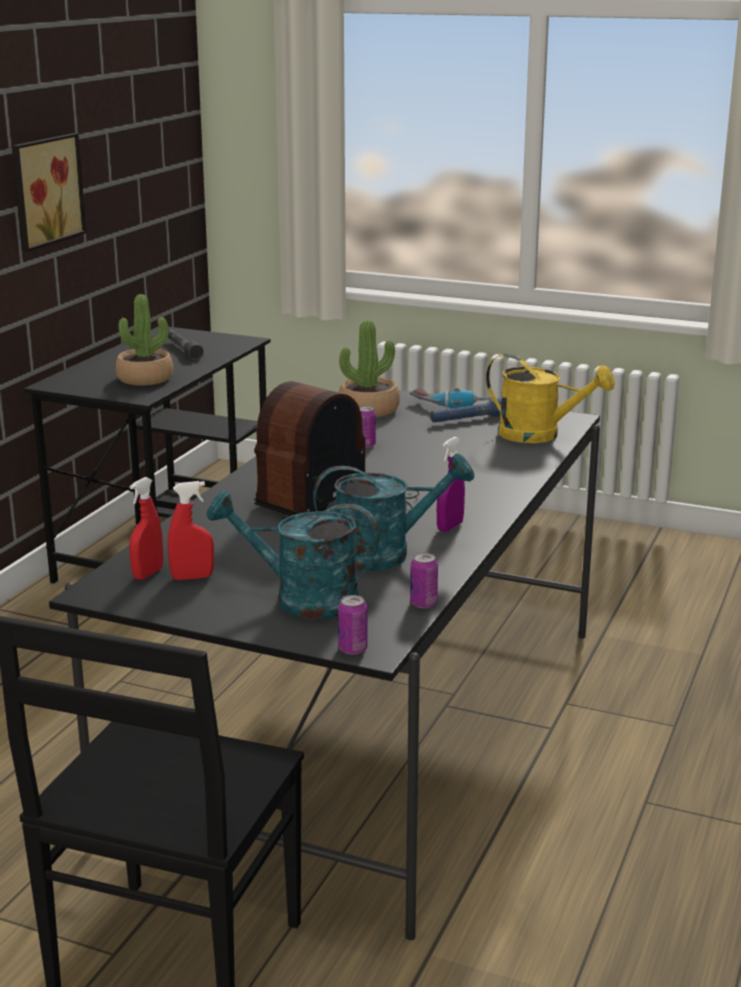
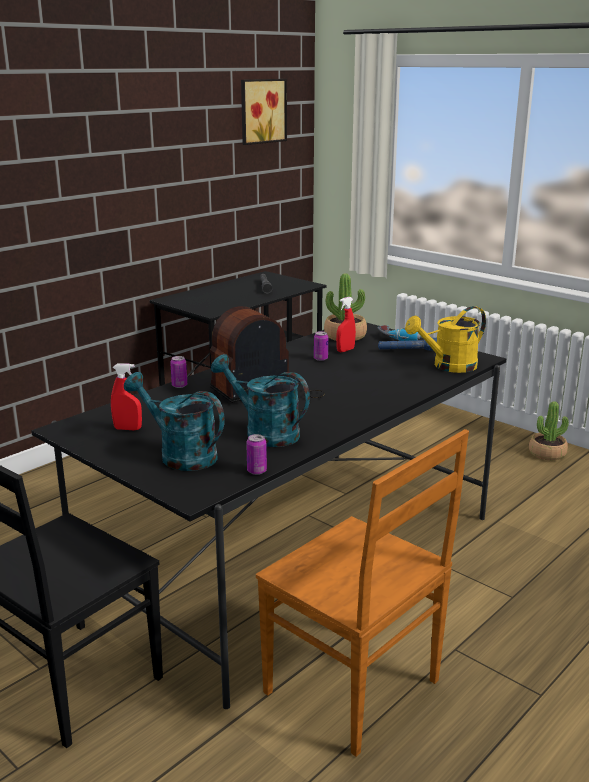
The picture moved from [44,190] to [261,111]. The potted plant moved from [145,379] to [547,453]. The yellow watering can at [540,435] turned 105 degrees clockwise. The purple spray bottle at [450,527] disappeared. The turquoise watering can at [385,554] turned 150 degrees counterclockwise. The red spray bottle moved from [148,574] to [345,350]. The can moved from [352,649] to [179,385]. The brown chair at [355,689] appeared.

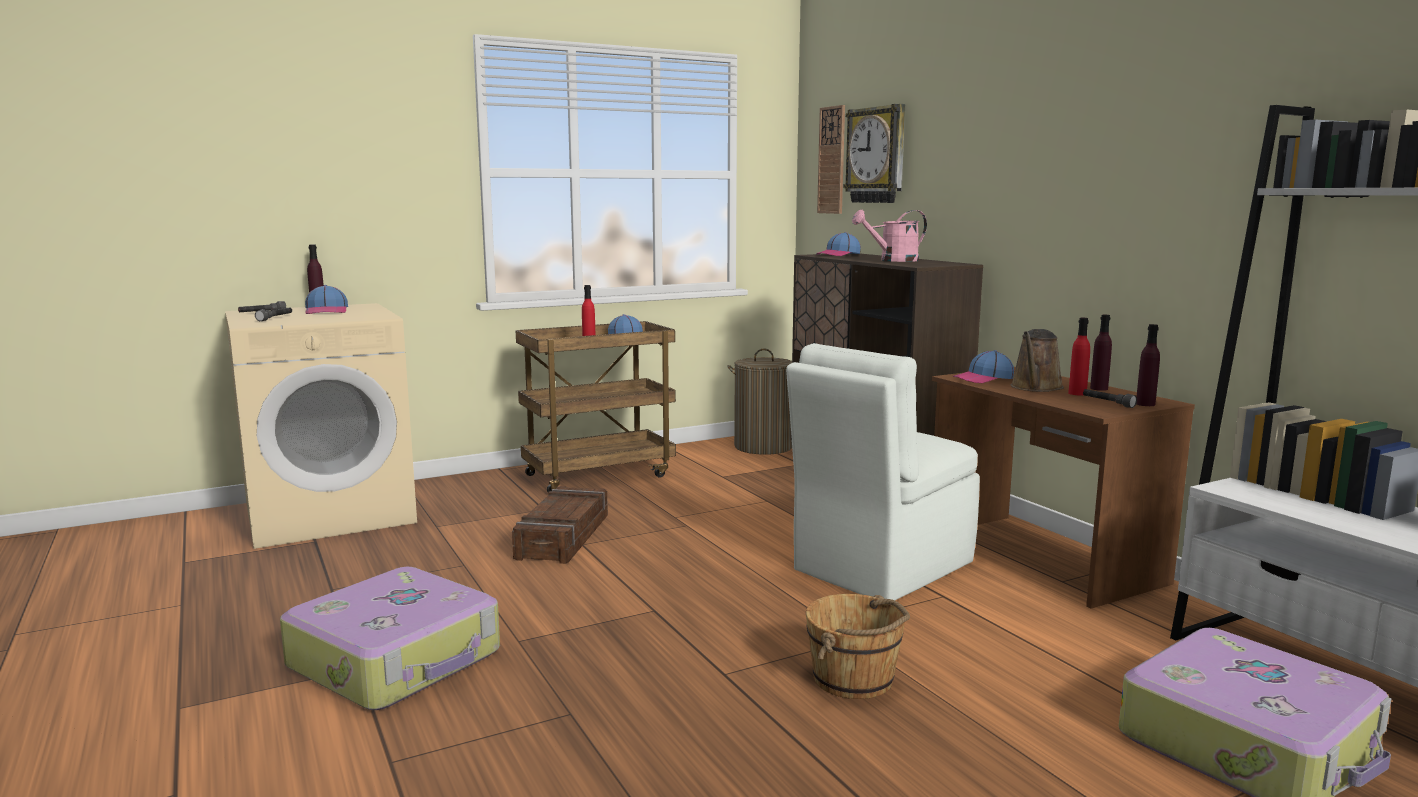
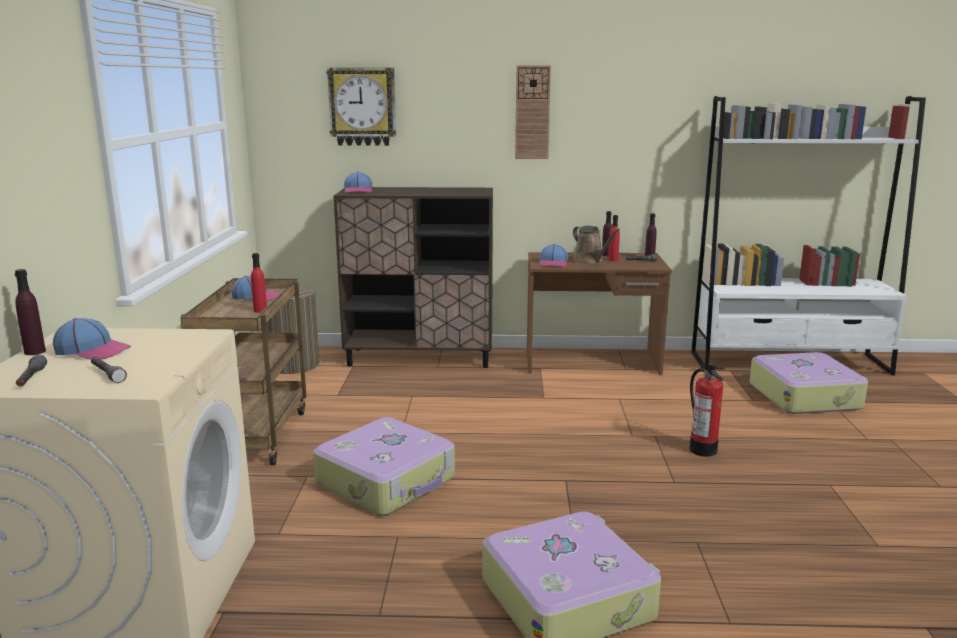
The wall clock moved from [832,160] to [532,112]. The pink watering can at [892,260] disappeared. The white chair at [880,567] disappeared. The crate at [564,537] was replaced by the suitcase at [387,481]. The brown bucket at [854,679] was replaced by the fire extinguisher at [703,450].

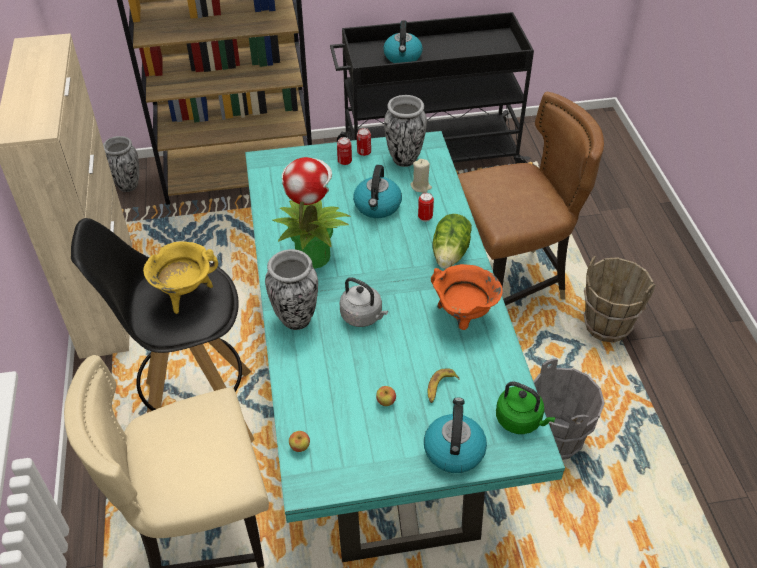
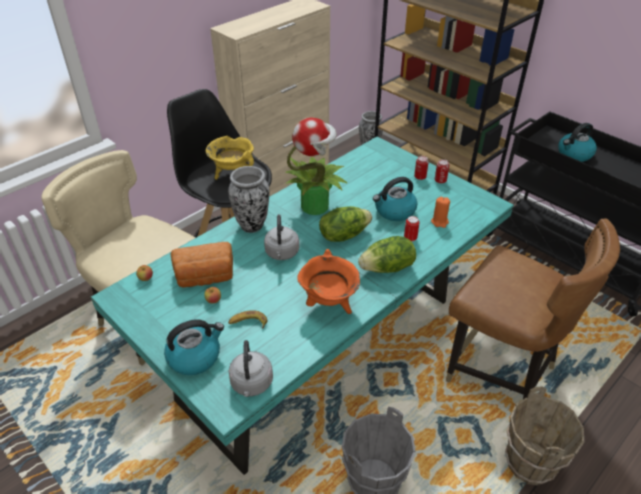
The vase at [404,159] disappeared. The beige candle at [421,186] became the orange candle at [439,222]. The green kettle at [520,420] became the grey kettle at [251,384]. The lettuce at [343,235] appeared. The bread at [205,277] appeared.

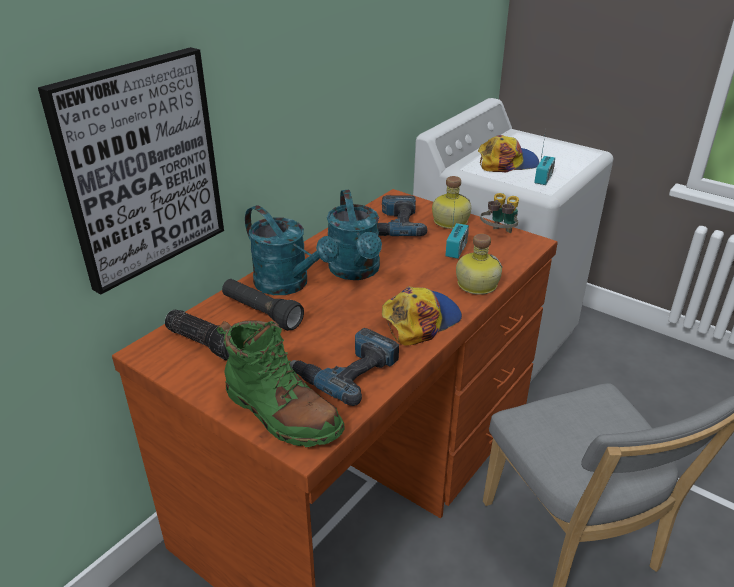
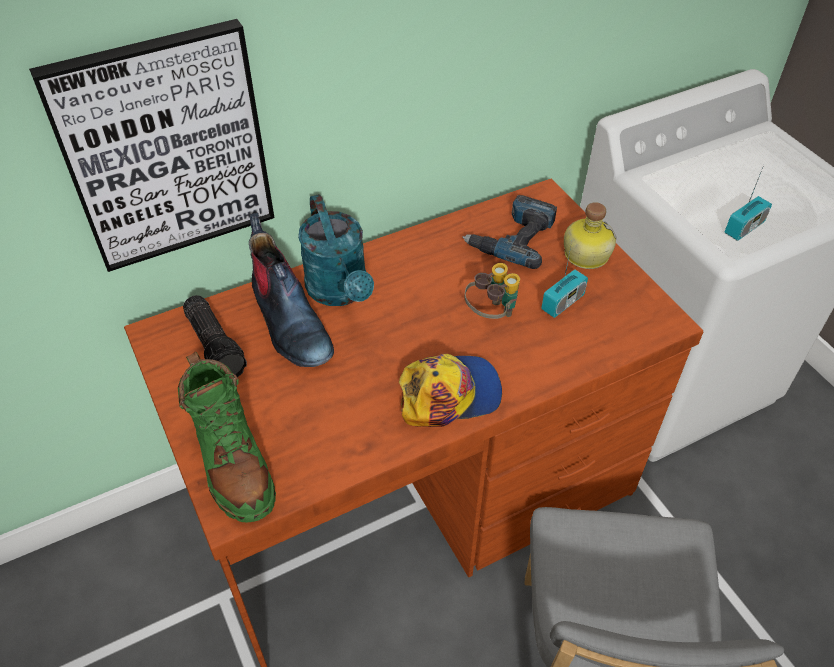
The cap at [507,163] disappeared. The turquoise watering can at [356,272] disappeared. The binoculars moved from [499,234] to [491,315]. The bottle at [475,284] disappeared. The black flashlight at [261,313] was replaced by the boot at [289,323]. The power drill at [347,371] disappeared.

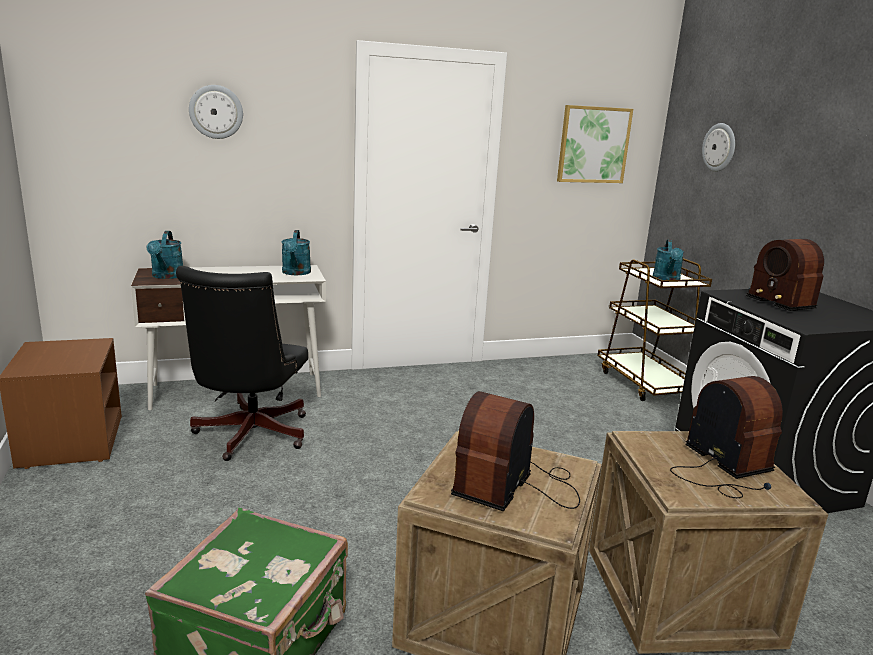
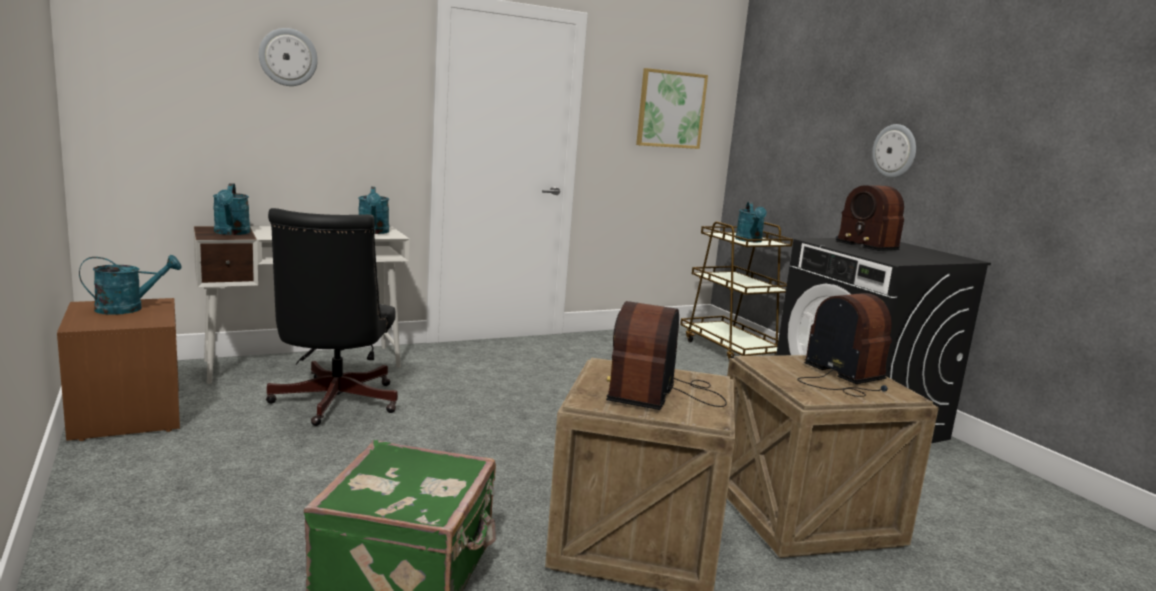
The wall clock moved from [719,147] to [895,151]. The turquoise watering can at [128,308] appeared.

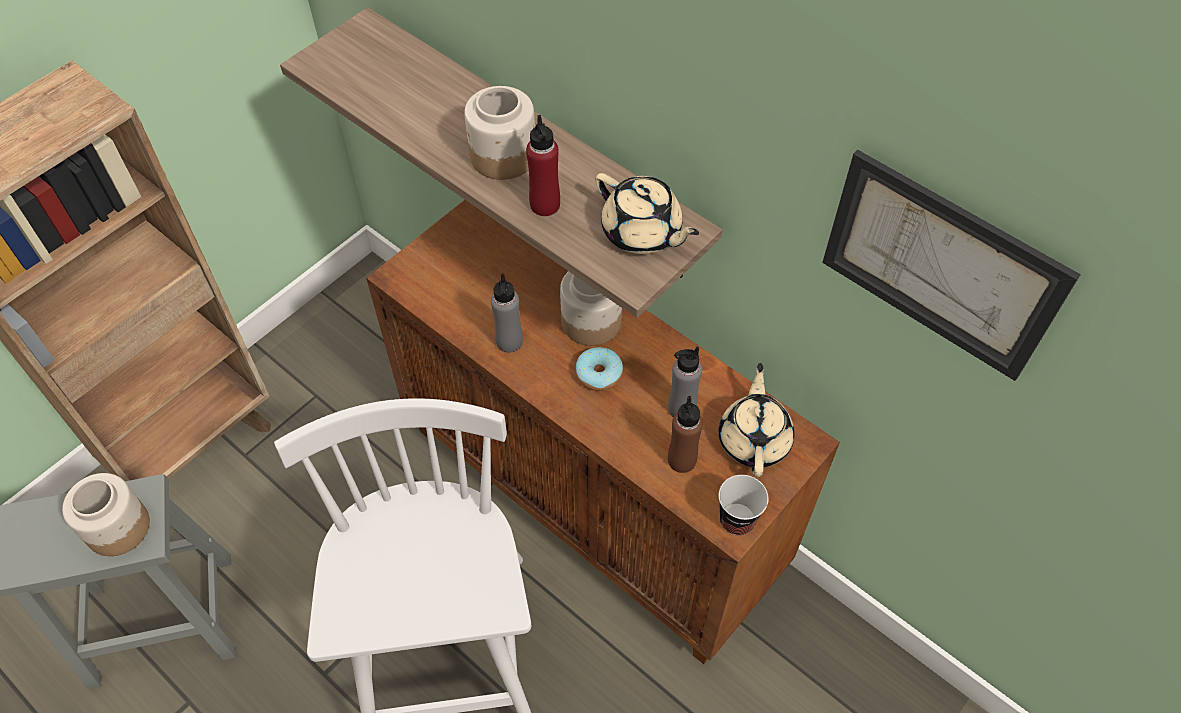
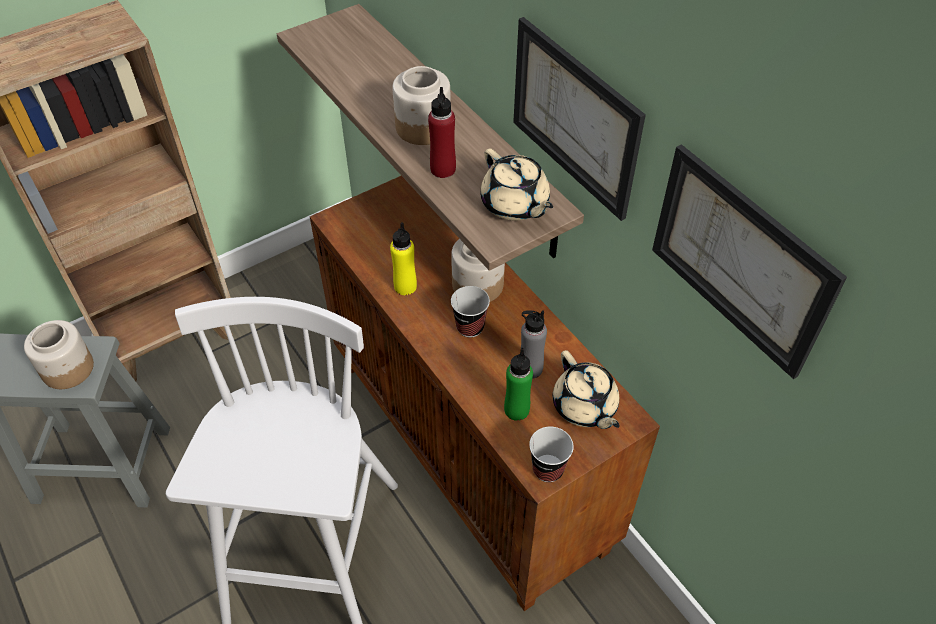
The grey bottle at [509,341] became the yellow bottle at [405,287]. The donut at [599,374] was replaced by the cup at [470,327]. The beige teapot at [754,439] turned 135 degrees clockwise. The brown bottle at [682,460] became the green bottle at [516,410]. The picture at [575,117] appeared.

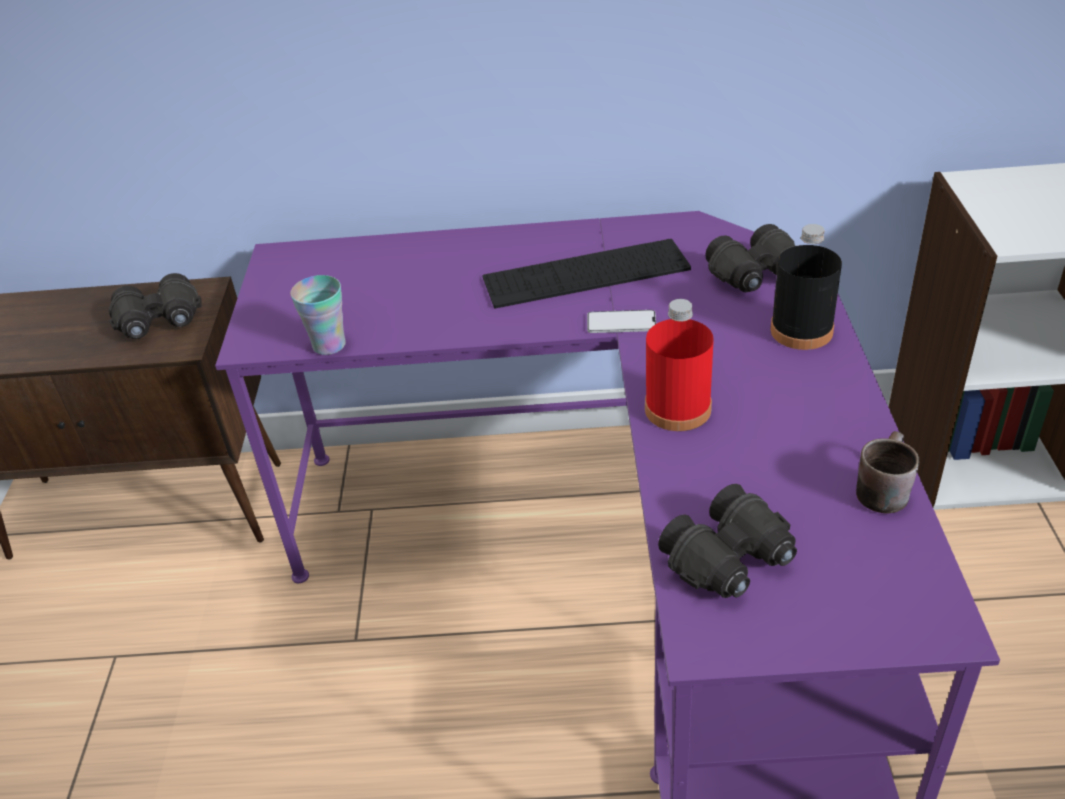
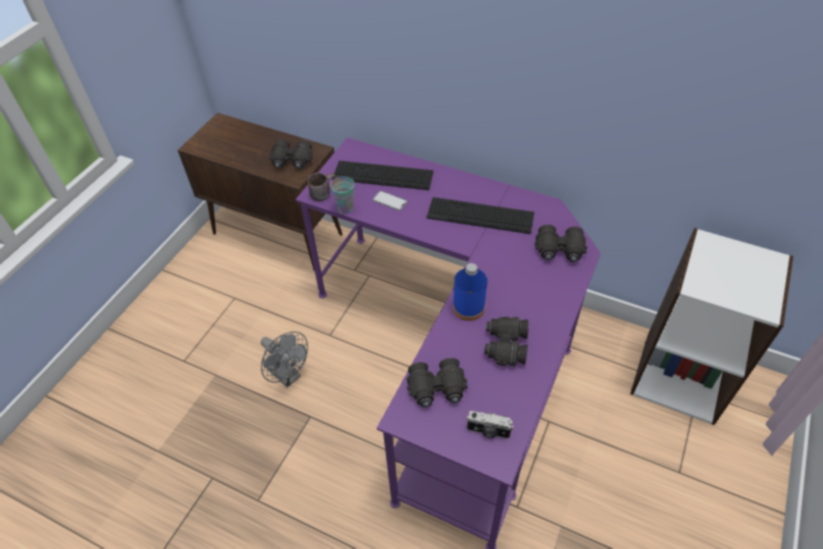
The black bottle at [801,331] disappeared. The red bottle at [677,409] became the blue bottle at [468,307]. The phone moved from [621,322] to [389,201]. The brown mug moved from [879,487] to [323,192]. The keyboard at [383,175] appeared. The black binoculars at [505,346] appeared. The grey fan at [288,376] appeared. The photo camera at [488,431] appeared.

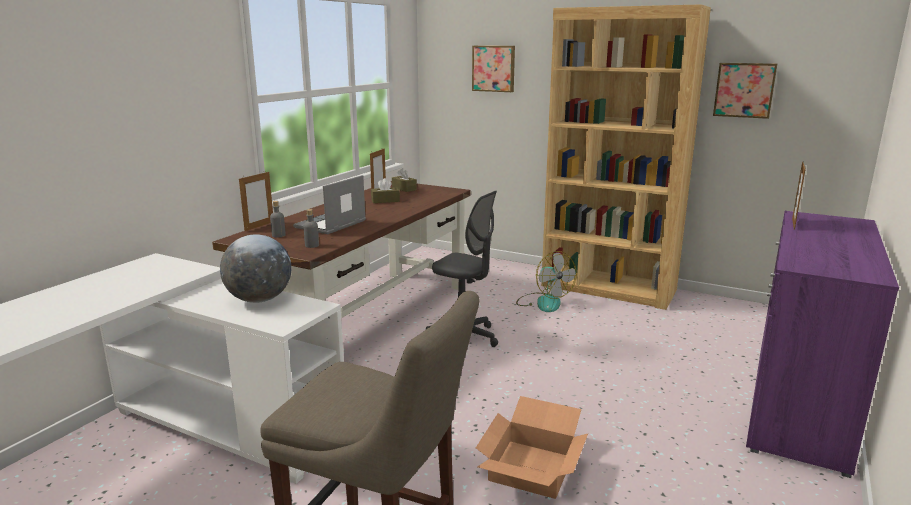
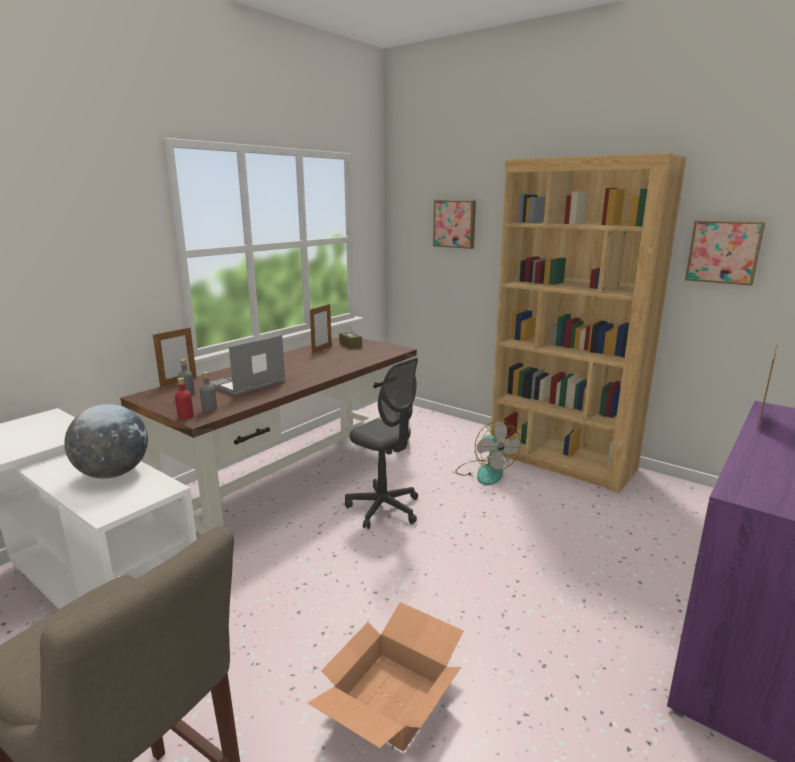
The brown tissue box at [385,200] disappeared. The red bottle at [185,416] appeared.

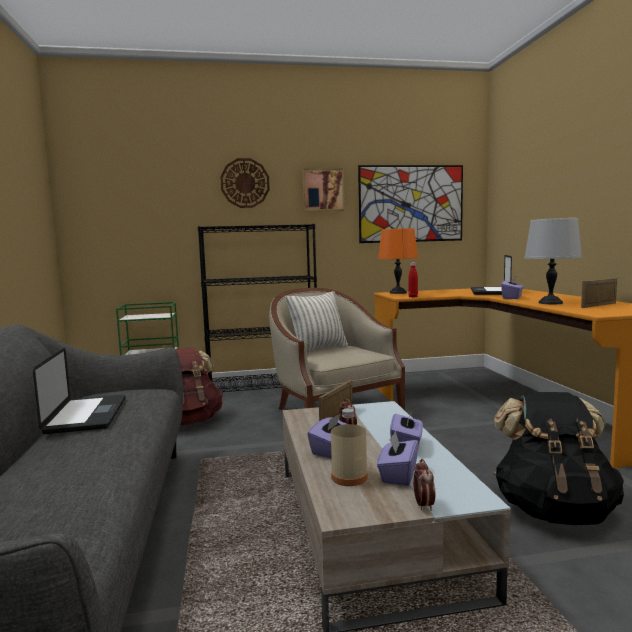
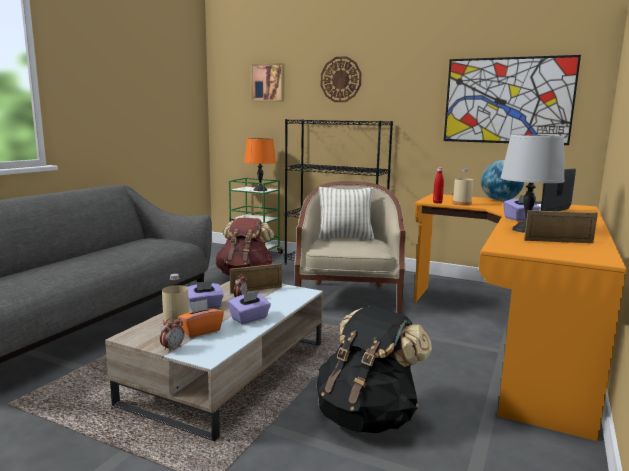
The picture moved from [323,190] to [268,83]. The orange table lamp moved from [397,293] to [260,190]. The laptop at [87,415] disappeared. The purple tissue box at [398,475] became the orange tissue box at [201,331]. The globe at [500,200] appeared. The beige bottle at [461,204] appeared.

